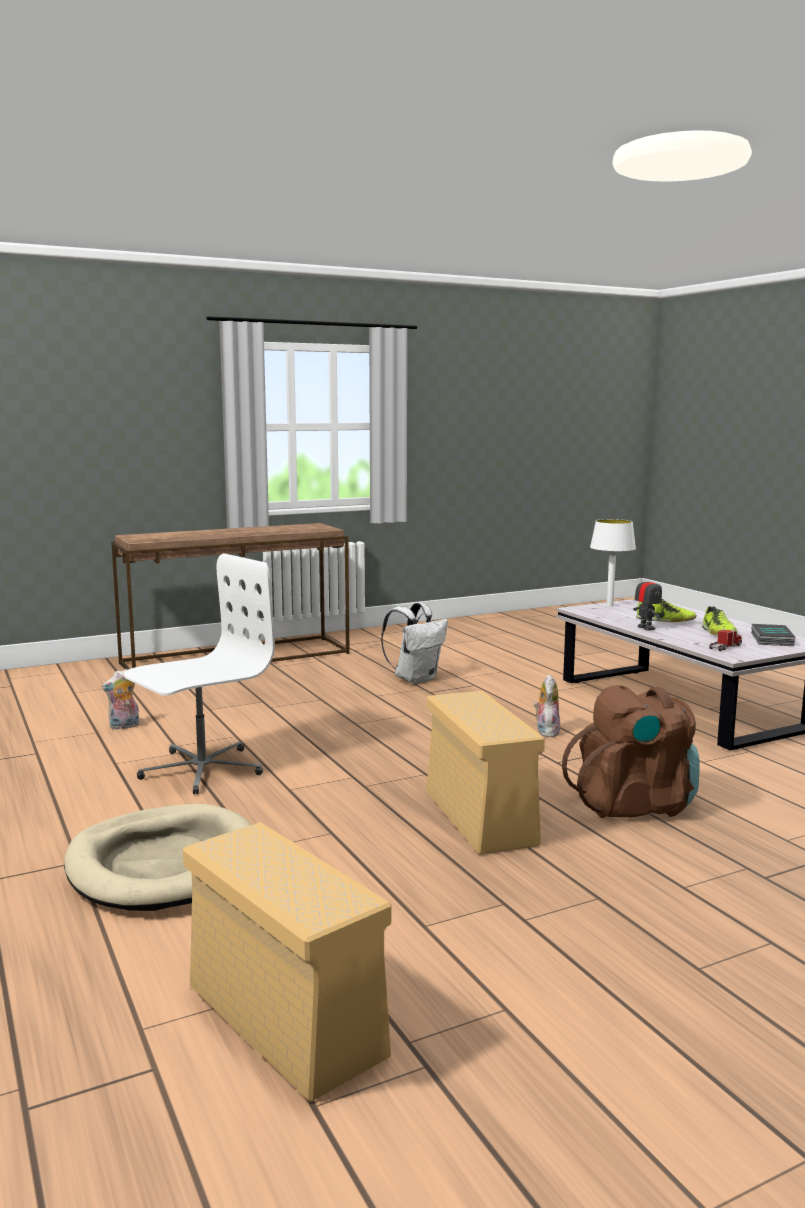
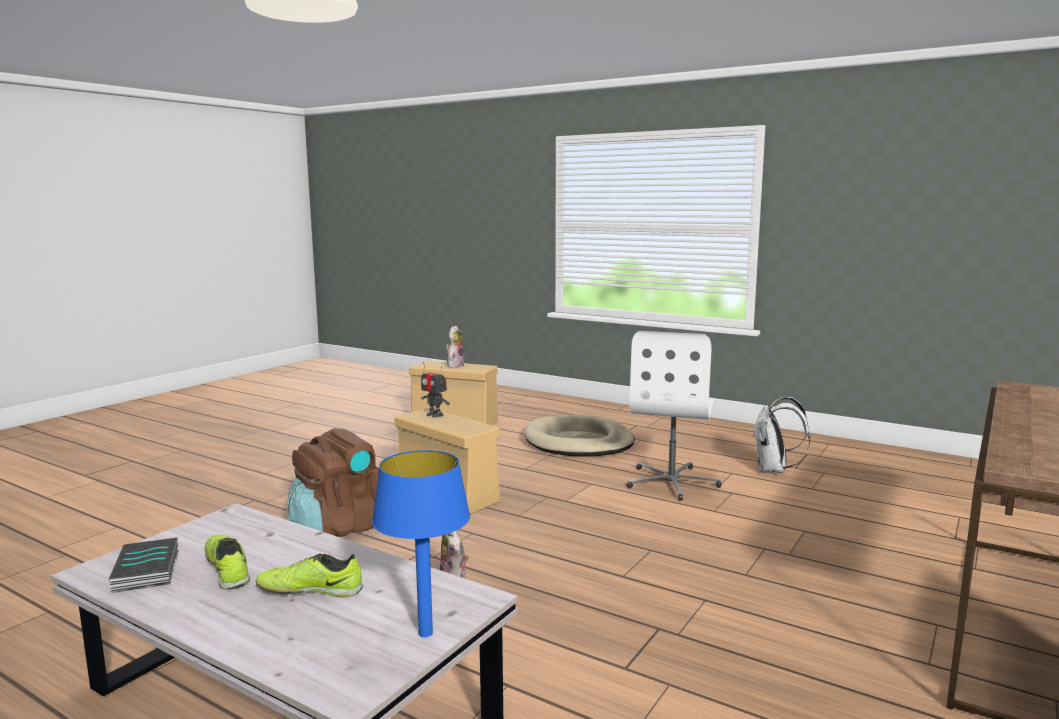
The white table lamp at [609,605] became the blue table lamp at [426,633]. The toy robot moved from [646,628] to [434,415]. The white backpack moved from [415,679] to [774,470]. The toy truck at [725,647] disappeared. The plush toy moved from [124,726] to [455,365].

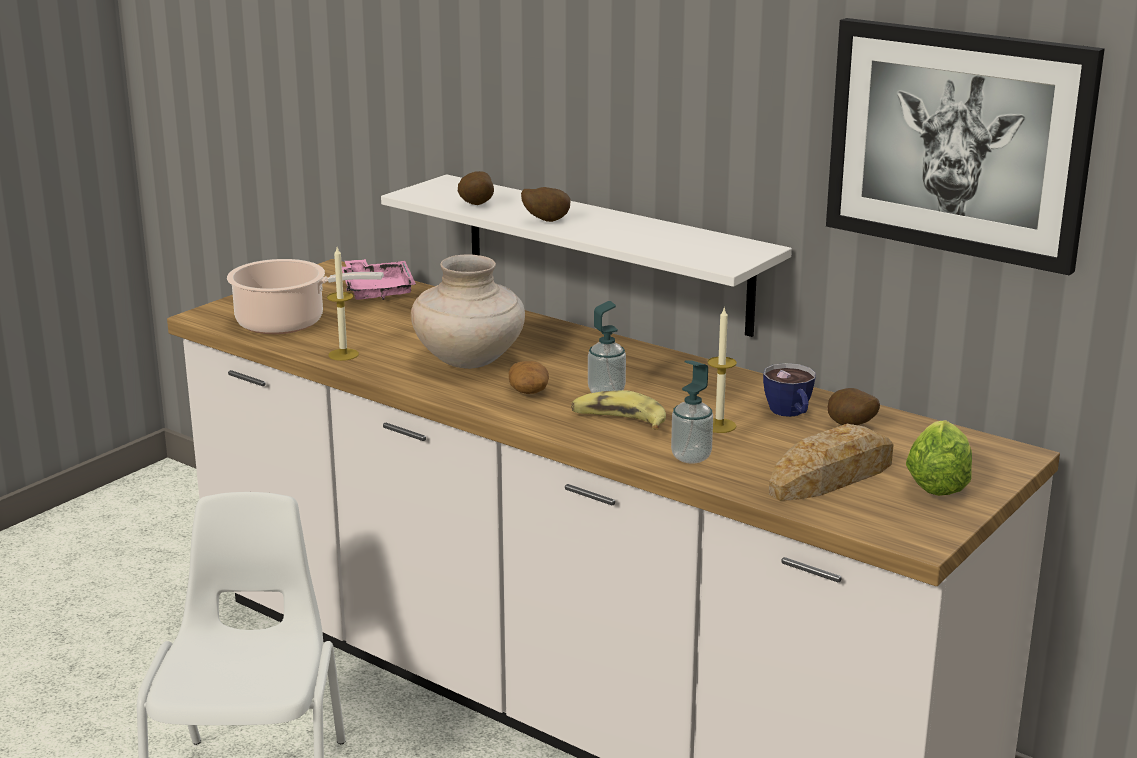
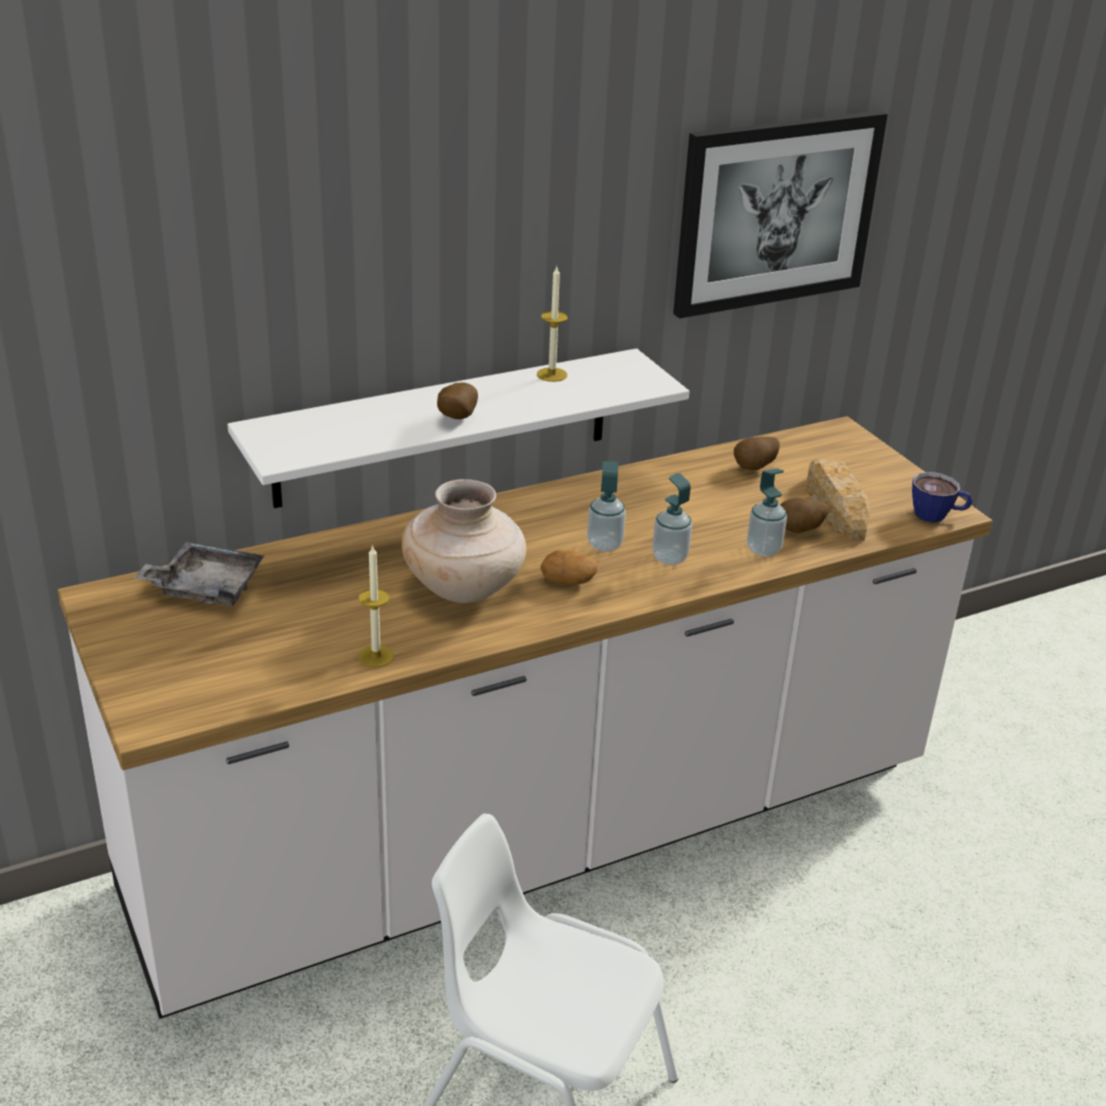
The potato moved from [475,205] to [799,532]. The cooking pot at [287,323] disappeared. The pink tray at [377,290] became the grey tray at [205,587]. The candle moved from [719,425] to [552,374]. The cup moved from [790,413] to [937,515]. The banana at [619,421] was replaced by the soap dispenser at [669,558]. The lettuce at [937,482] disappeared.

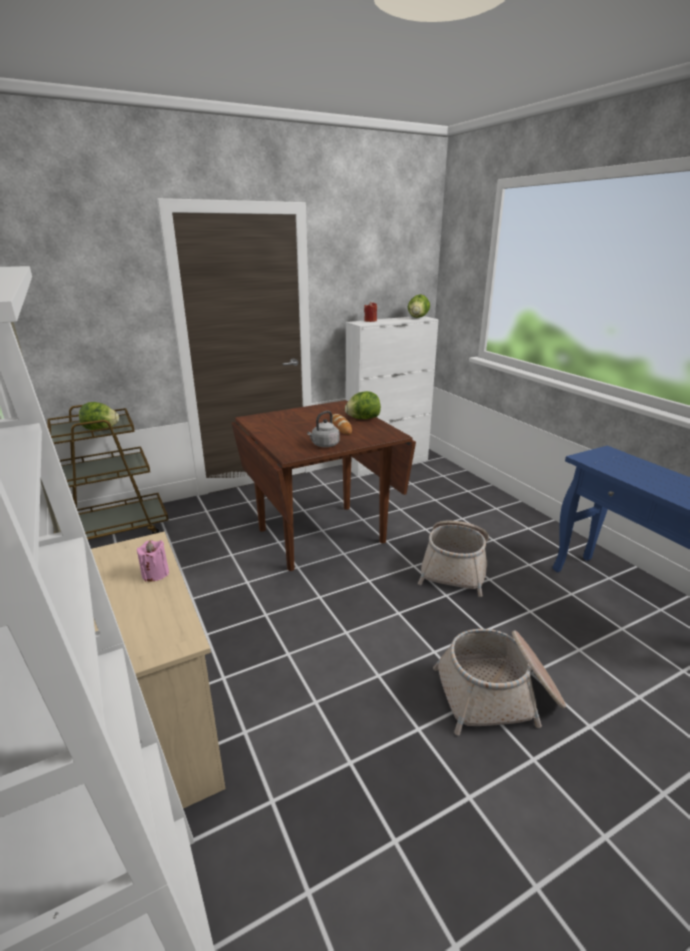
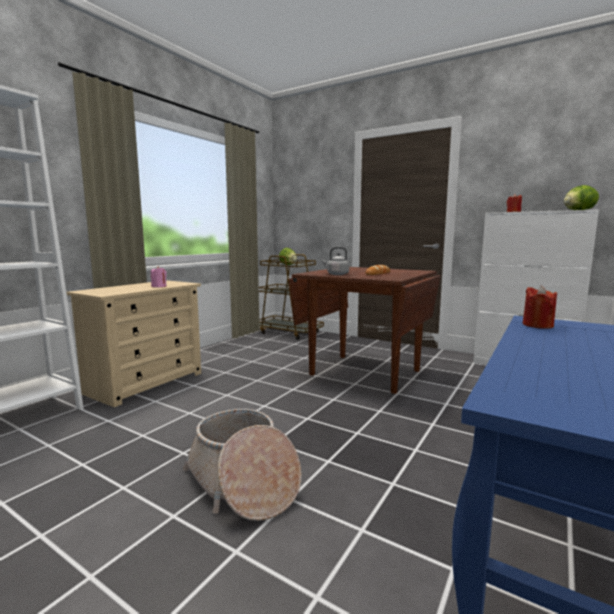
The lettuce at [363,418] disappeared. The basket at [455,567] disappeared. The red candle at [537,325] appeared.

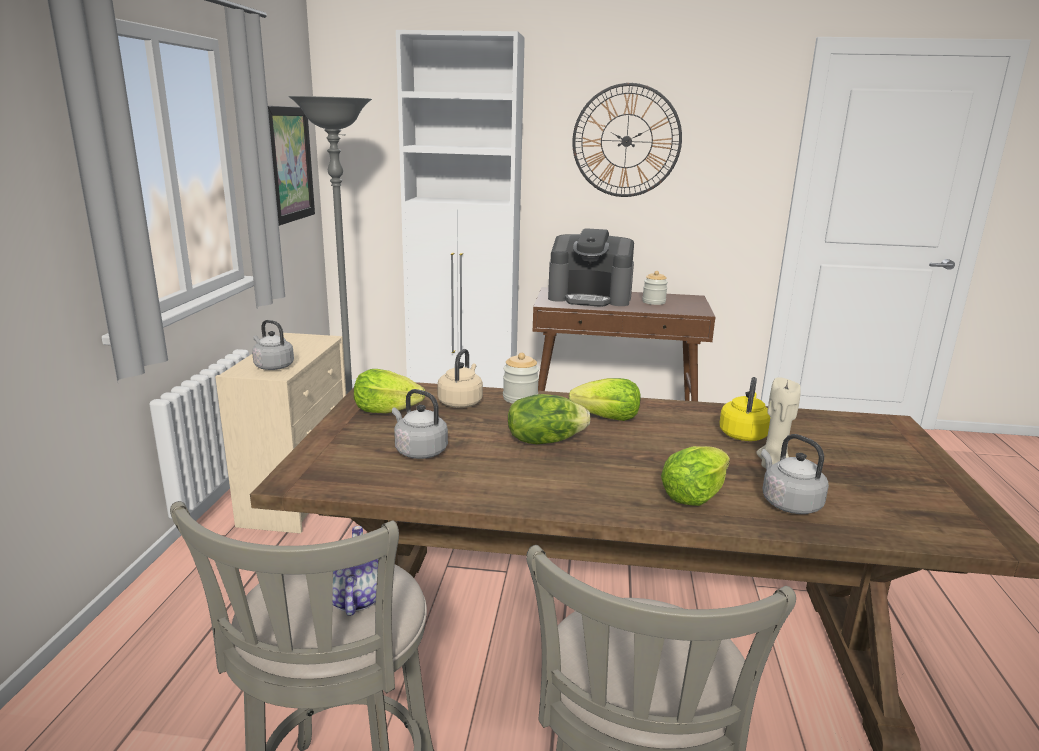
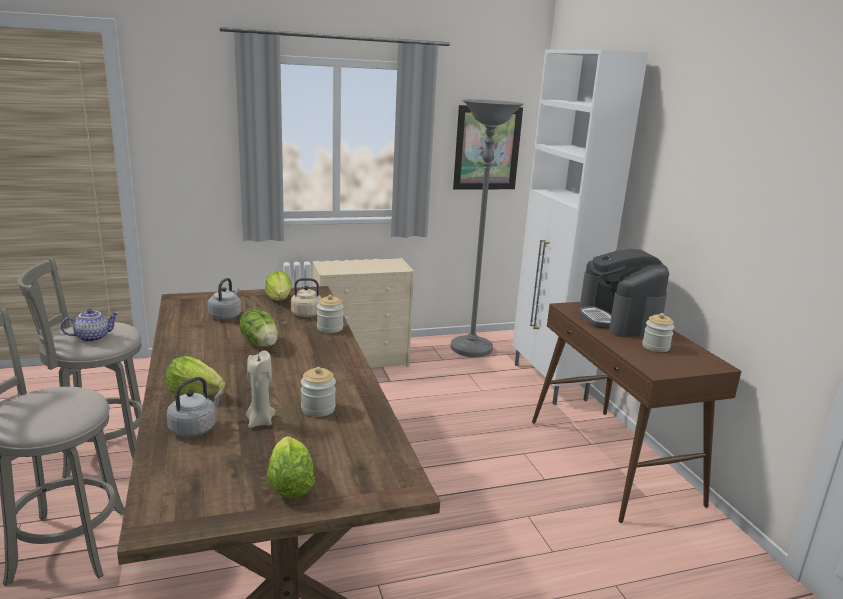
The wall clock at [626,141] disappeared. The grey kettle at [272,366] disappeared. The yellow kettle at [743,434] was replaced by the jar at [318,409]. The lettuce moved from [607,418] to [290,485].

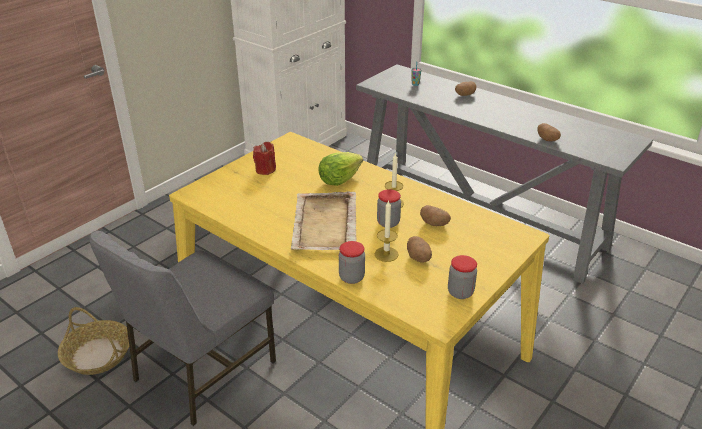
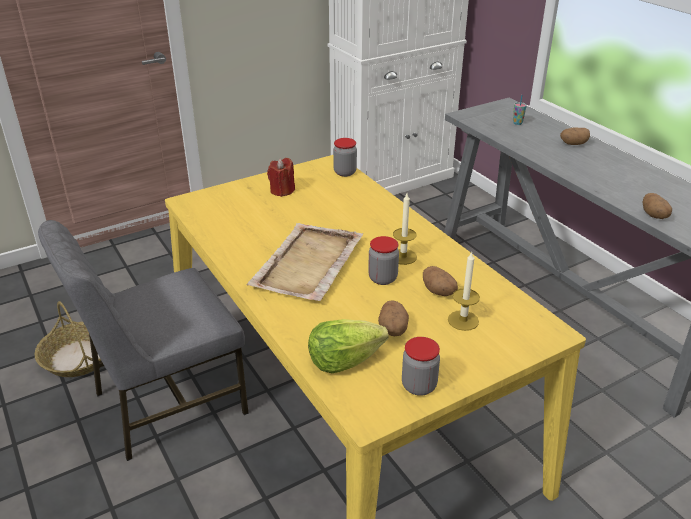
The lettuce moved from [339,180] to [343,361]. The candle moved from [386,254] to [463,320]. The jar moved from [351,277] to [345,172].

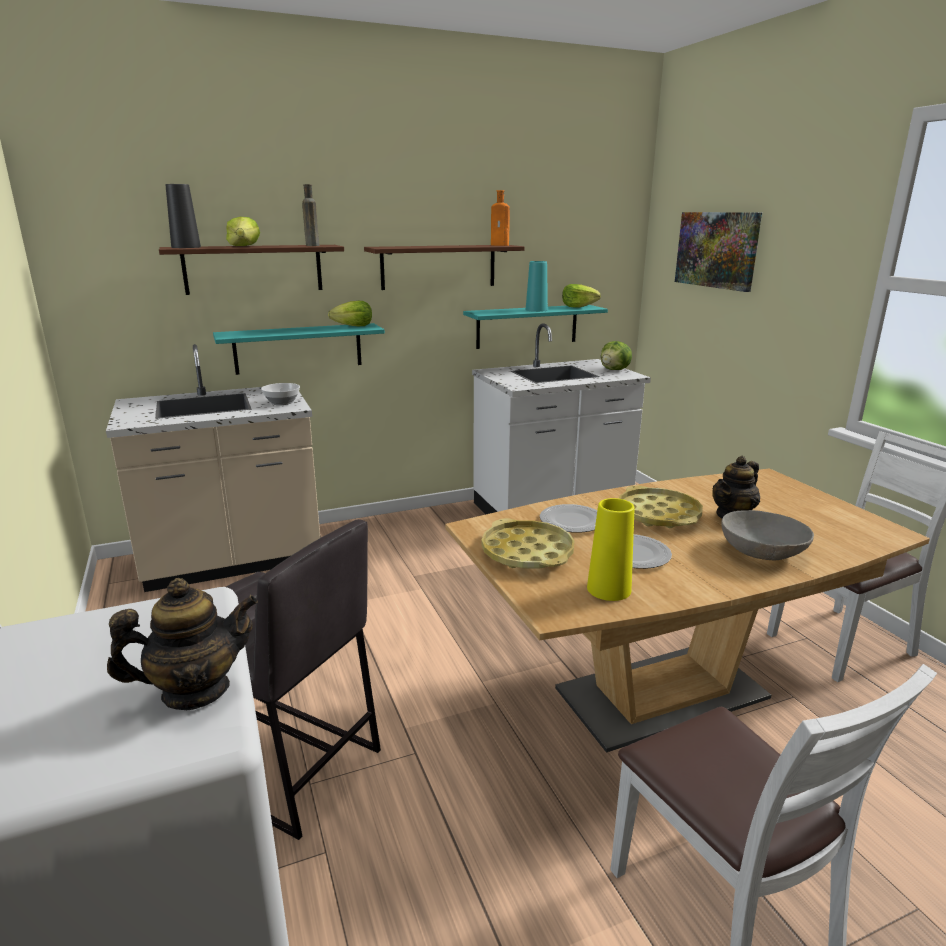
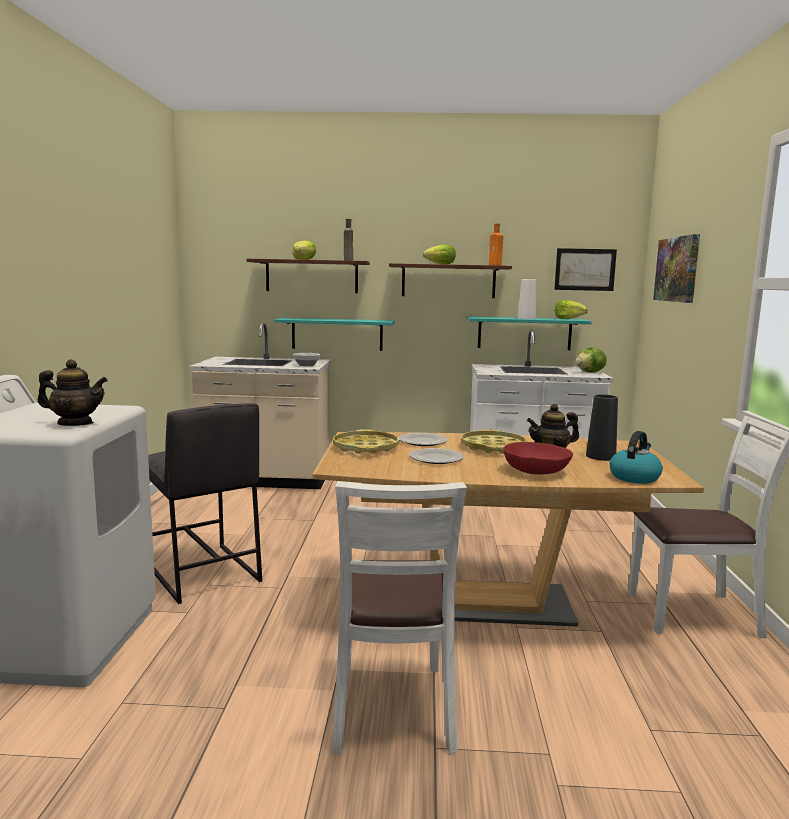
The black vase moved from [186,247] to [600,456]. The turquoise vase at [536,310] became the white vase at [526,318]. The lettuce moved from [353,326] to [440,264]. The yellow vase at [609,589] disappeared. The grey bowl at [762,551] became the red bowl at [536,471]. The picture at [585,269] appeared. The kettle at [634,477] appeared.

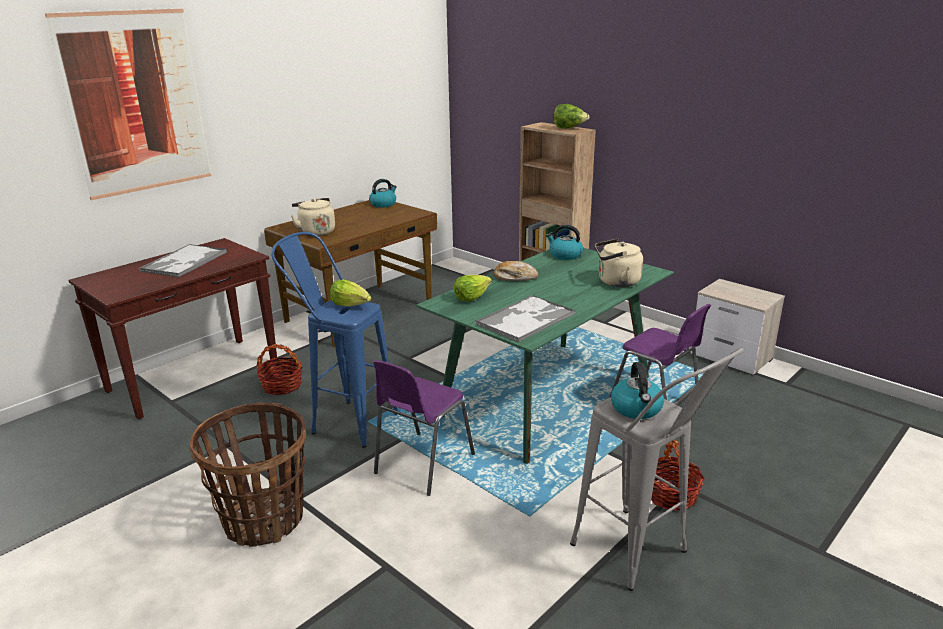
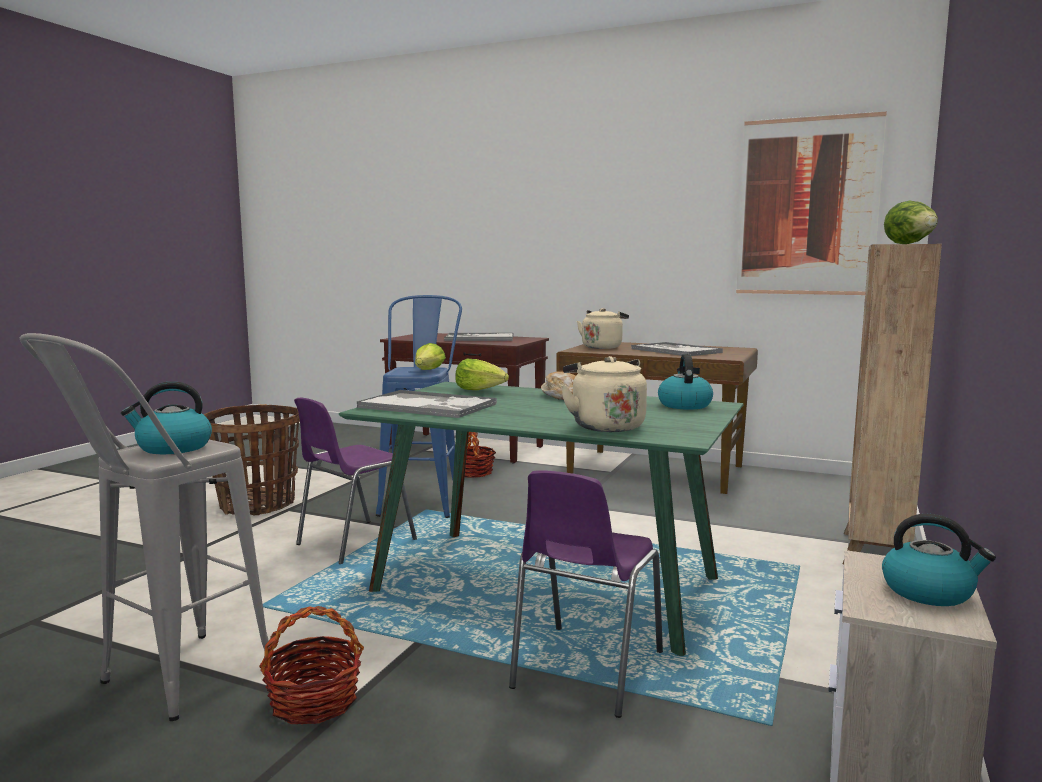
The picture moved from [136,102] to [807,206]. The kettle moved from [383,204] to [929,592]. The purple chair at [422,465] turned 60 degrees counterclockwise. The tray at [675,351] appeared.

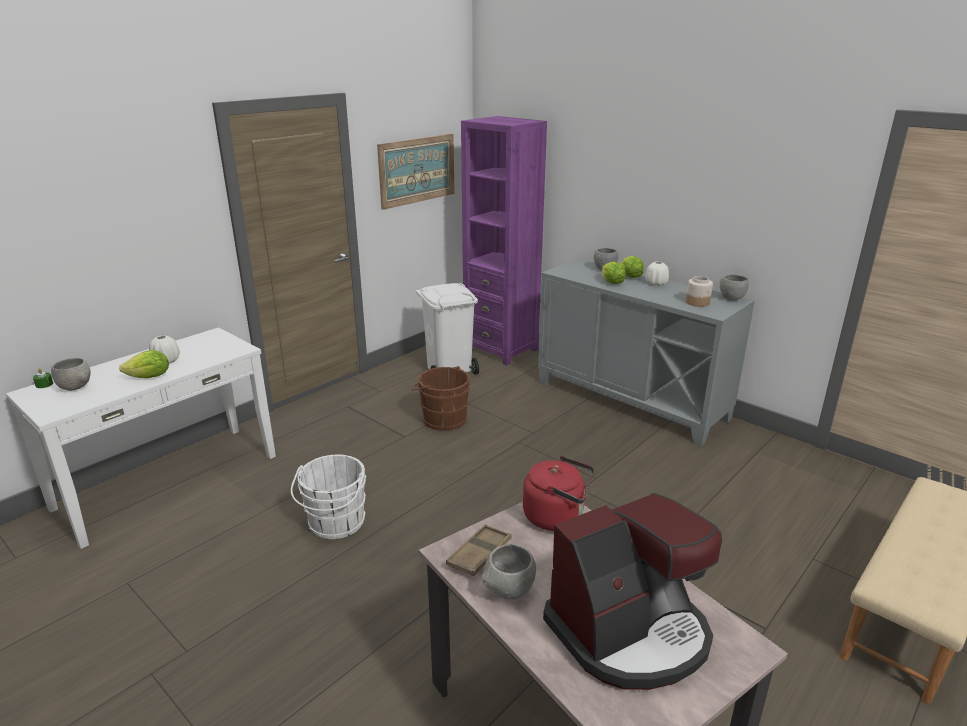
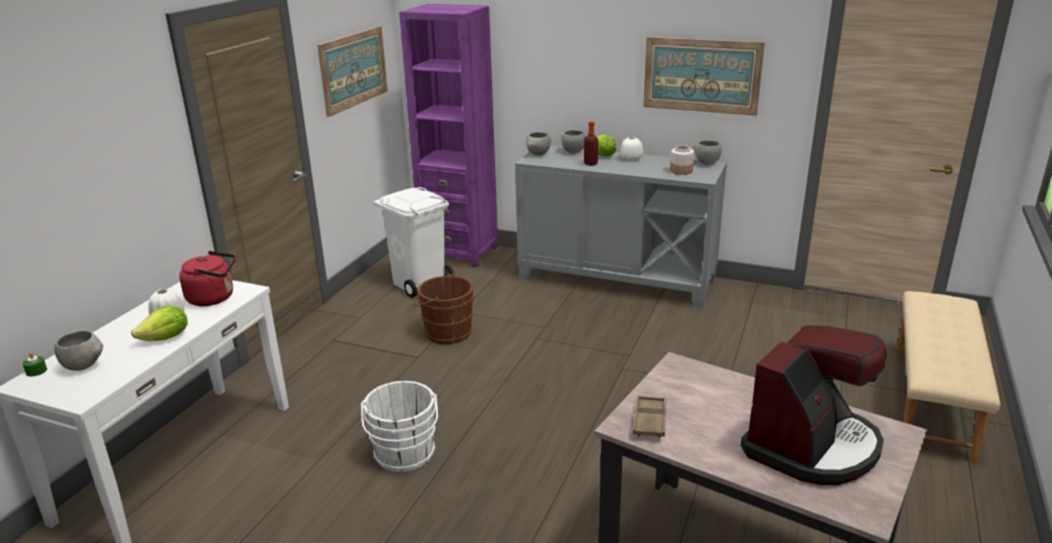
The lettuce at [611,283] was replaced by the bottle at [590,164]. The red kettle moved from [557,516] to [214,298]. The grey bowl moved from [508,591] to [538,154]. The picture at [701,75] appeared.

